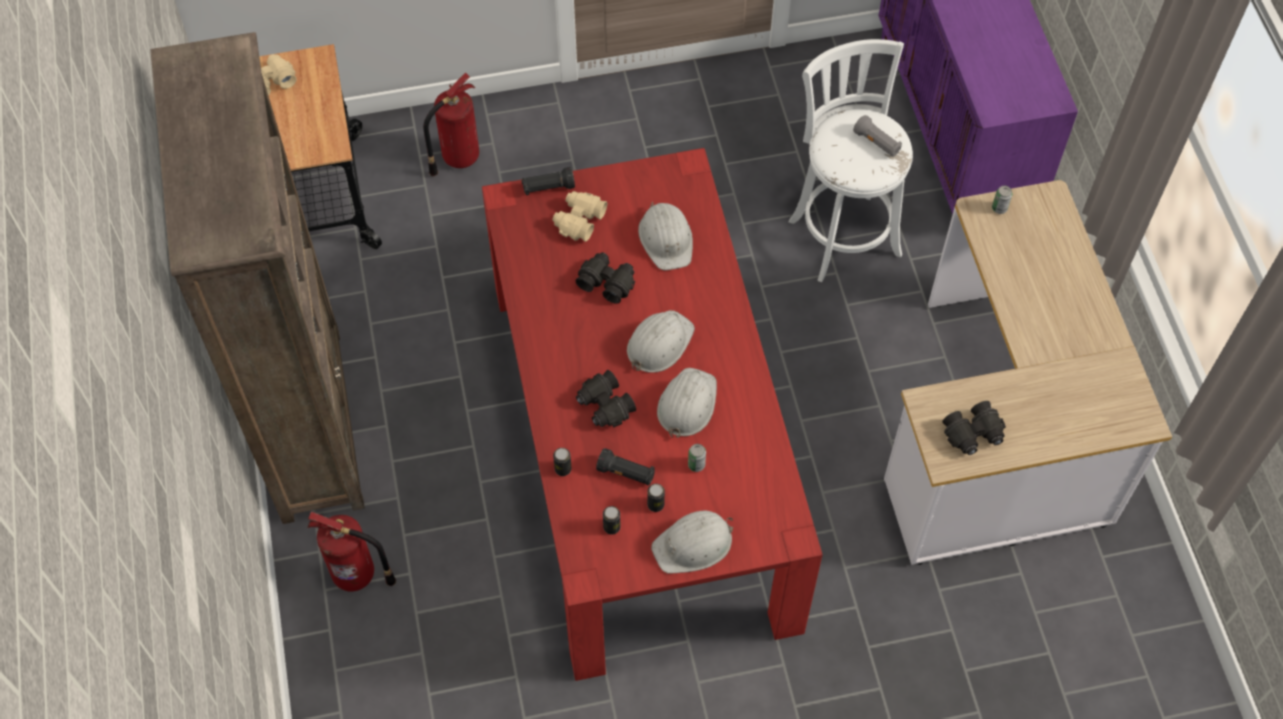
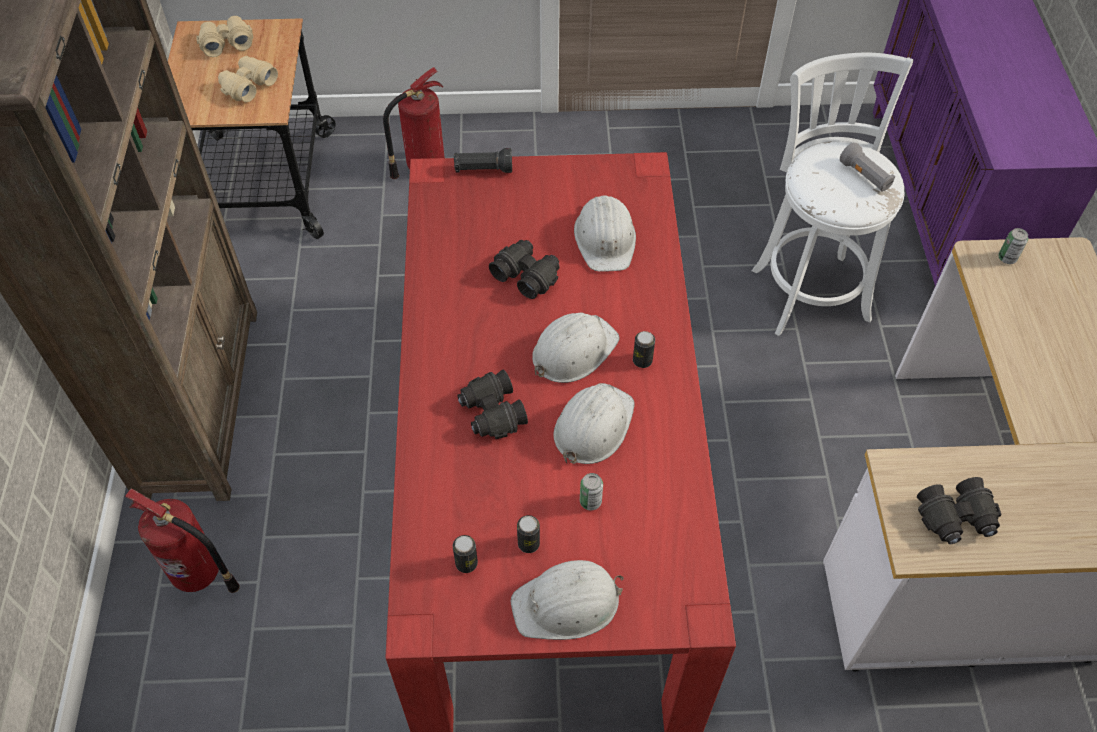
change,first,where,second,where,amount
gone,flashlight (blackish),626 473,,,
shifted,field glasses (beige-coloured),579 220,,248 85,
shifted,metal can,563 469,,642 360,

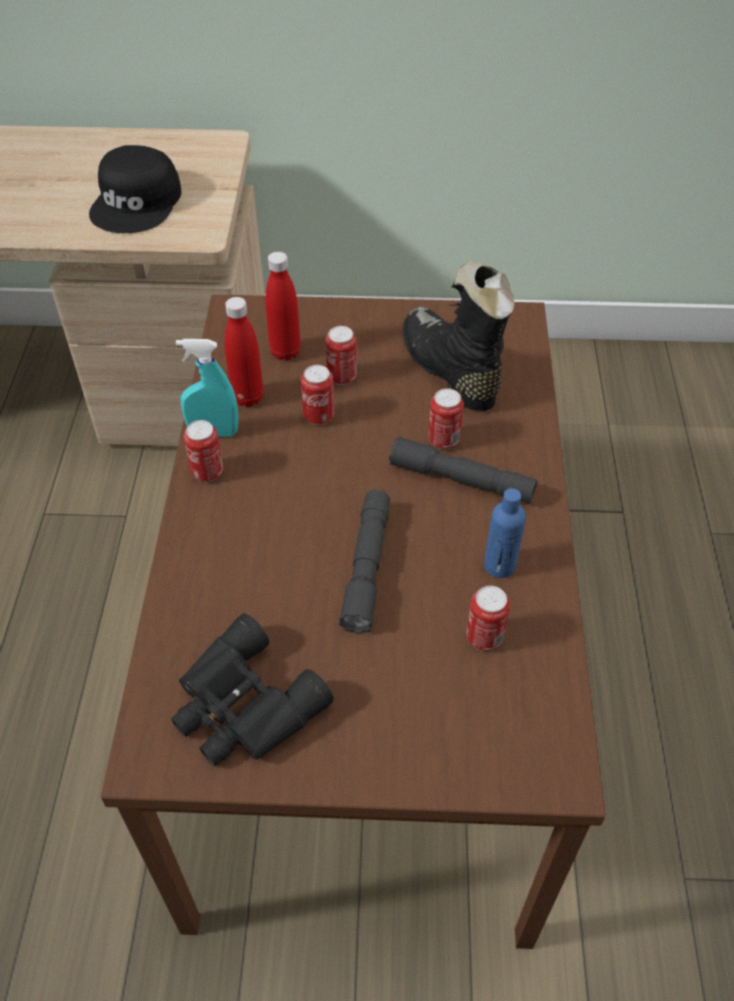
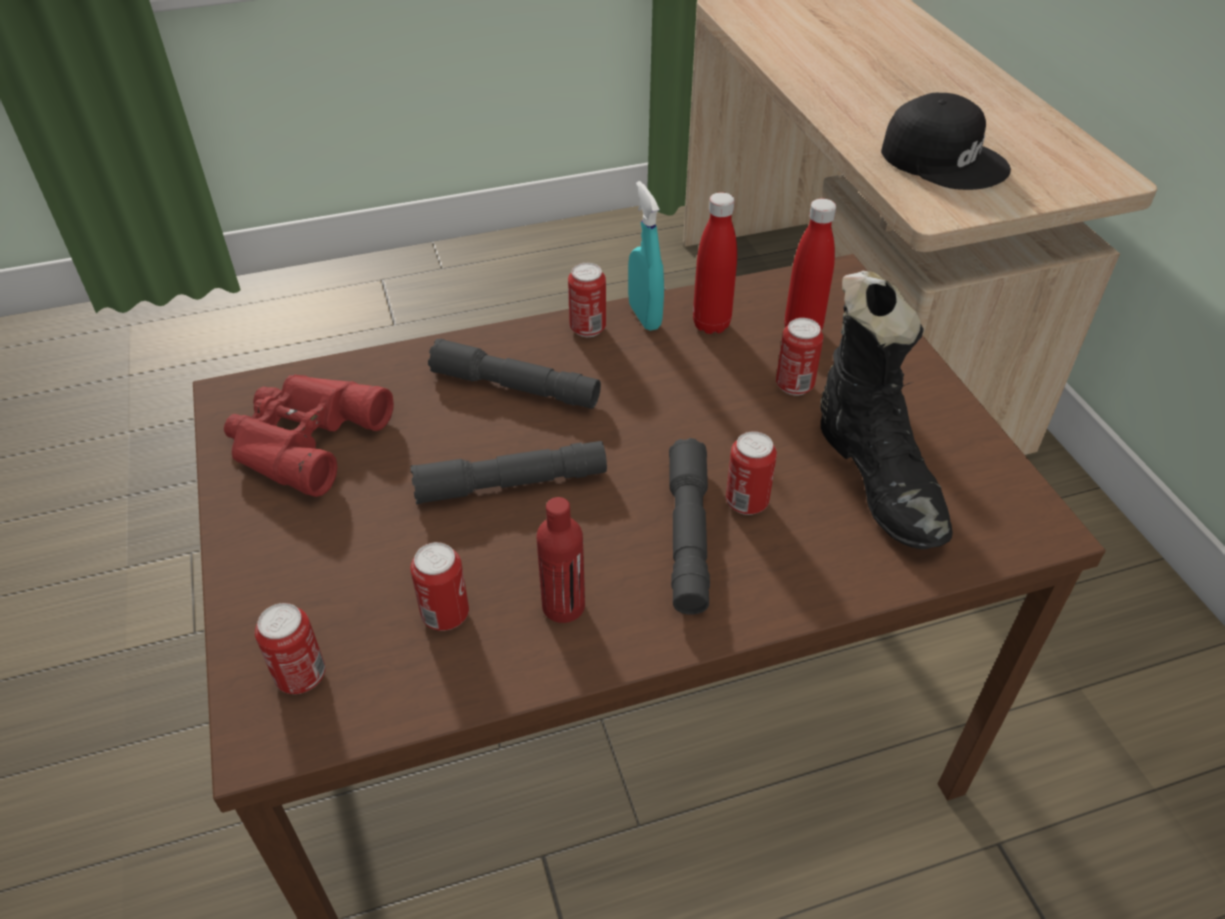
change,first,where,second,where,amount
new,,,flashlight (gray),515 387,
shifted,metal can,318 416,,301 676,
repainted,field glasses (blackish),243 707,field glasses (reddish),302 439,
repainted,drink bottle (blue-coloured),499 565,drink bottle (reddish),563 606,
rotated,cap (blackish),138 202,,944 158,135 degrees counterclockwise
rotated,tall boot (blackish),449 370,,878 478,120 degrees clockwise

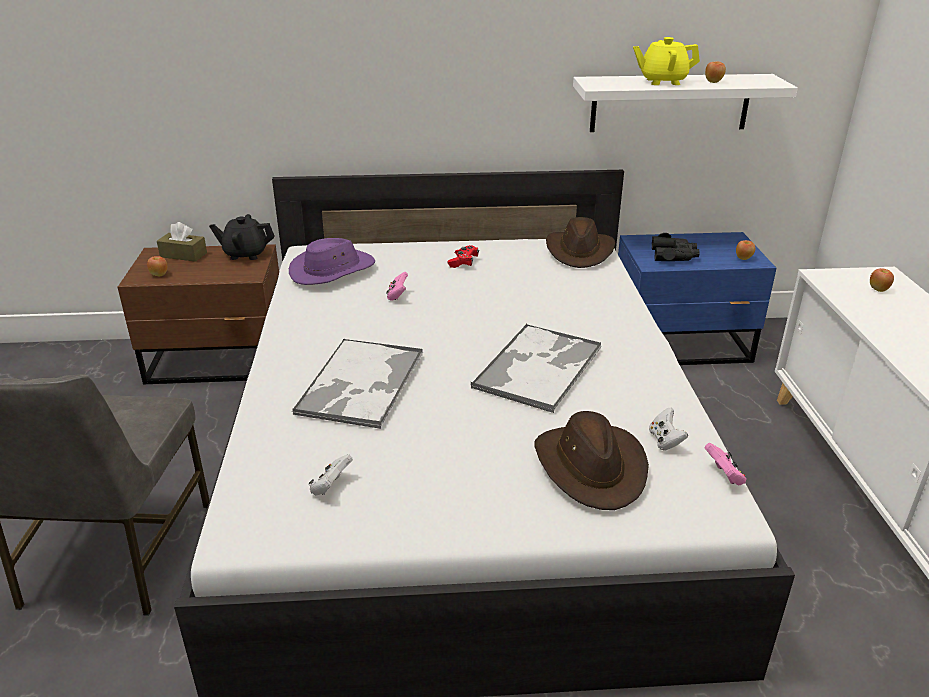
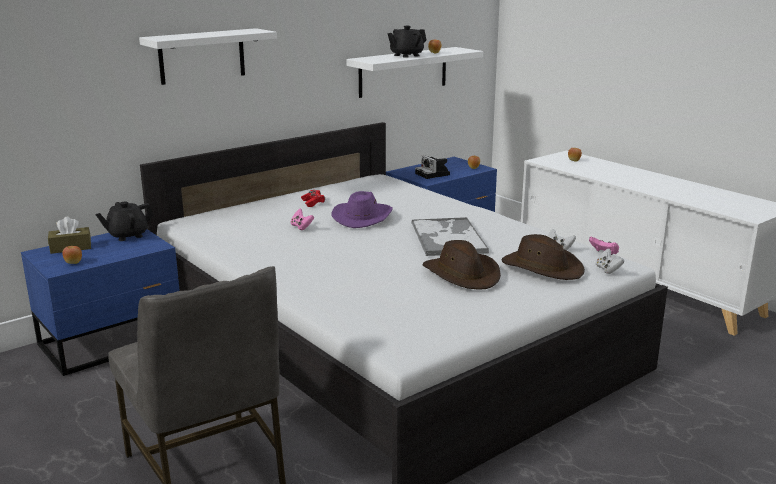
change,first,where,second,where,amount
gone,carrying tray,360 384,,,
new,,,wall shelf (white),202 56,
shifted,clothing hat (purplish),332 270,,362 217,
shifted,gamepad (white),331 487,,607 270,
shifted,clothing hat (brown),580 251,,462 274,
swapped,field glasses (blackish),674 255,photo camera,433 174,
repainted,nightstand (brown),220 361,nightstand (blue-coloured),113 342,
repainted,teapot (yellowish),662 81,teapot (blackish),406 55,

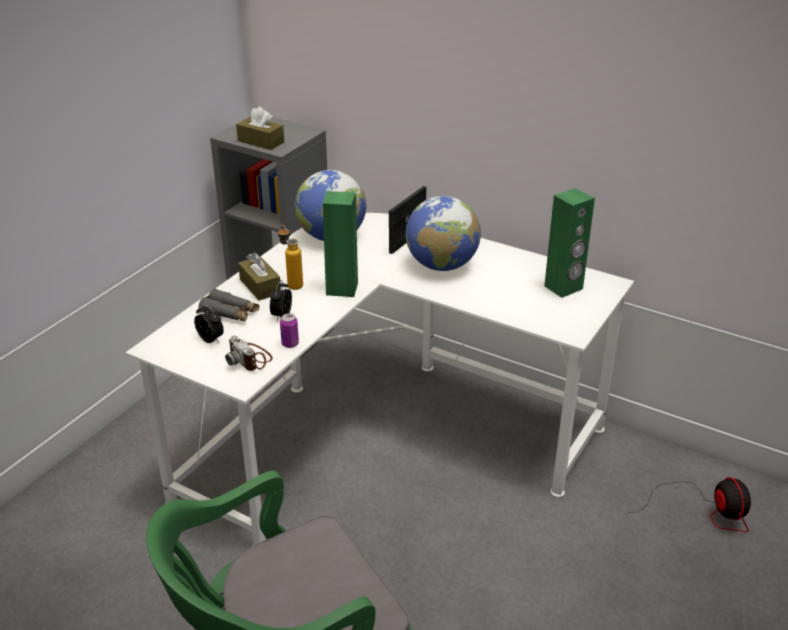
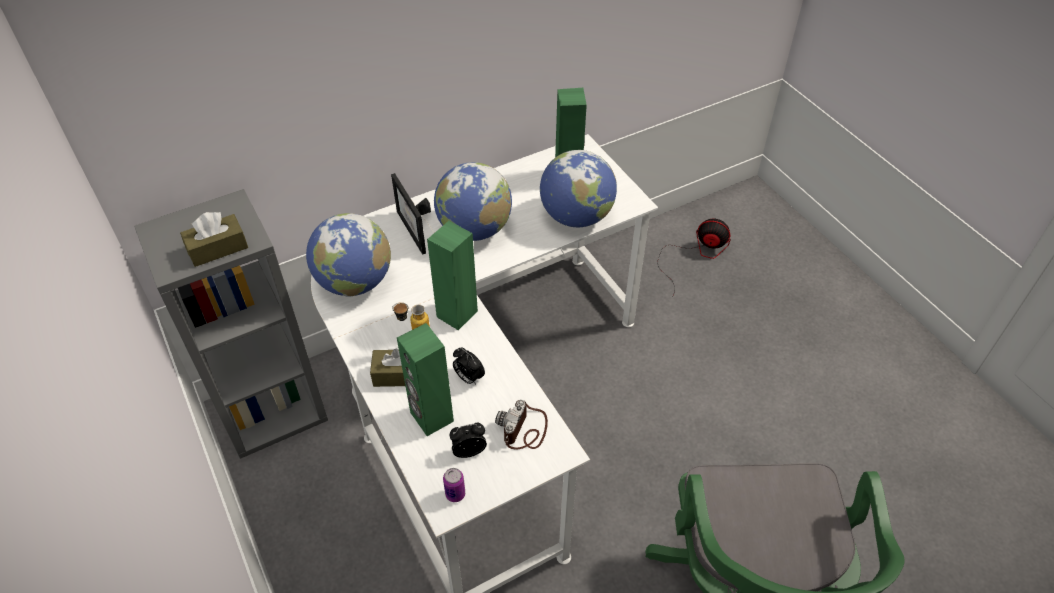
change,first,where,second,where,amount
new,,,desk globe,576 217,
shifted,metal can,290 344,,455 494,
swapped,field glasses (gray),230 313,loudspeaker (greenish),431 417,
rotated,photo camera,250 359,,524 430,120 degrees clockwise

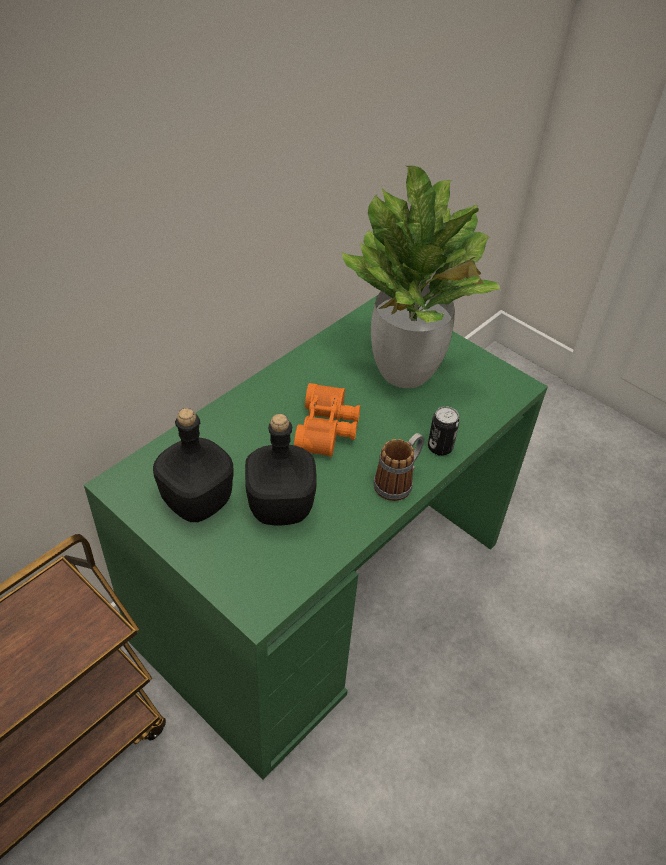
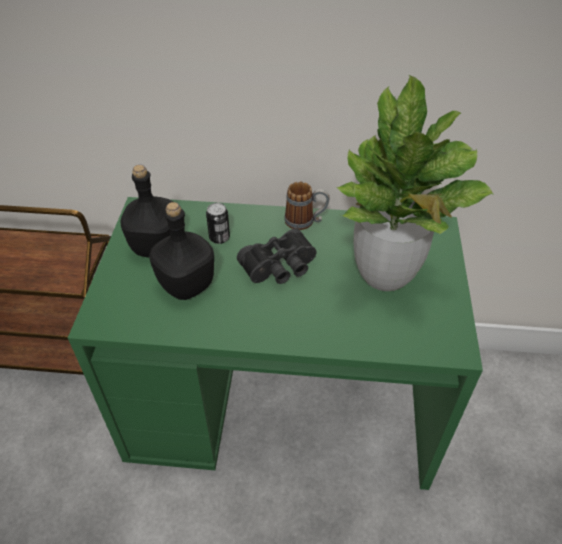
change,first,where,second,where,amount
shifted,mug,398 482,,305 221,
shifted,metal can,440 447,,219 237,
repainted,field glasses (orangey),328 429,field glasses (blackish),280 268,

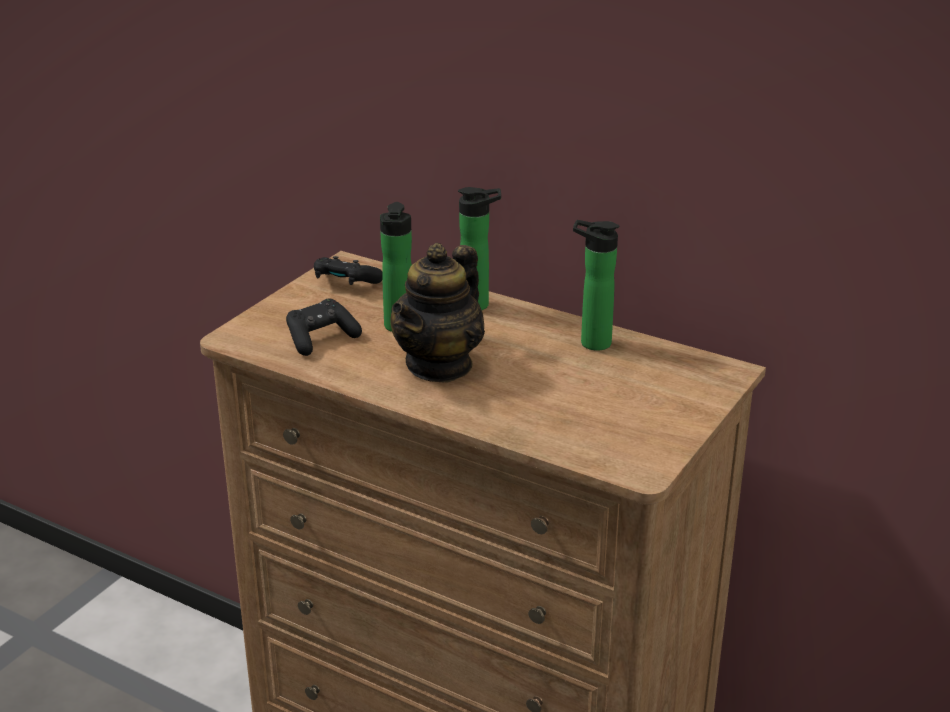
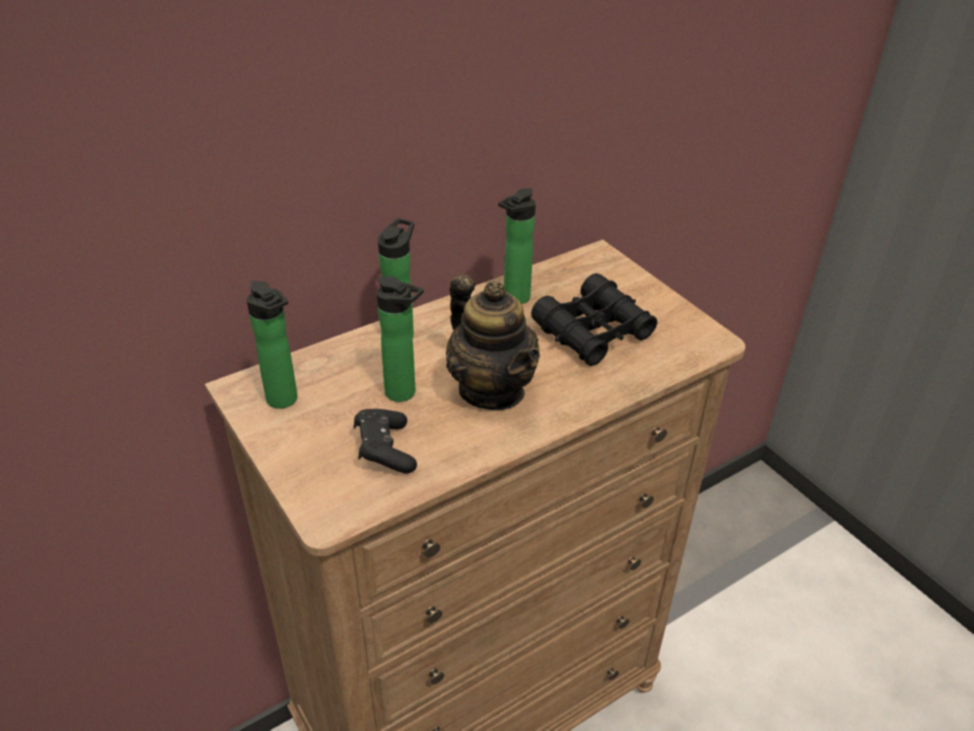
change,first,where,second,where,amount
new,,,field glasses (blackish),593 331,
swapped,gamepad (blackish),345 284,drink bottle,284 401,

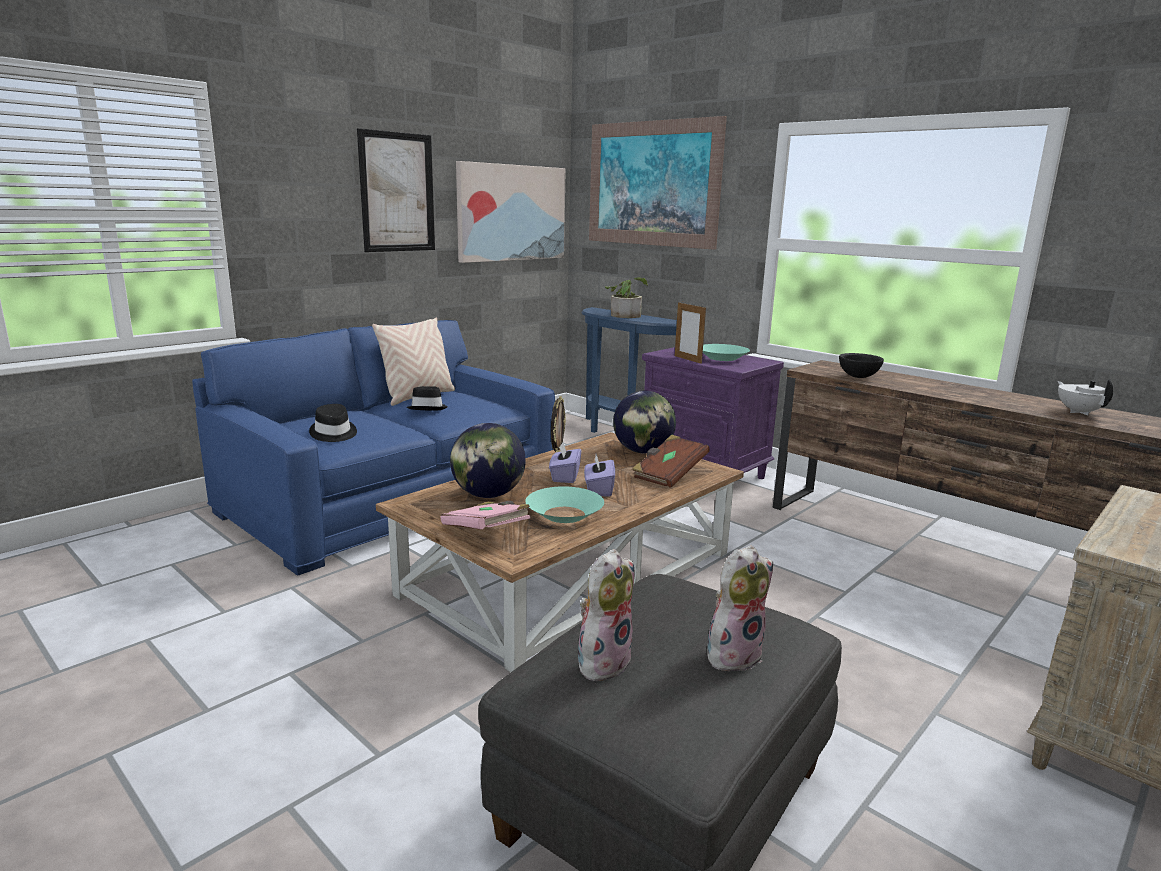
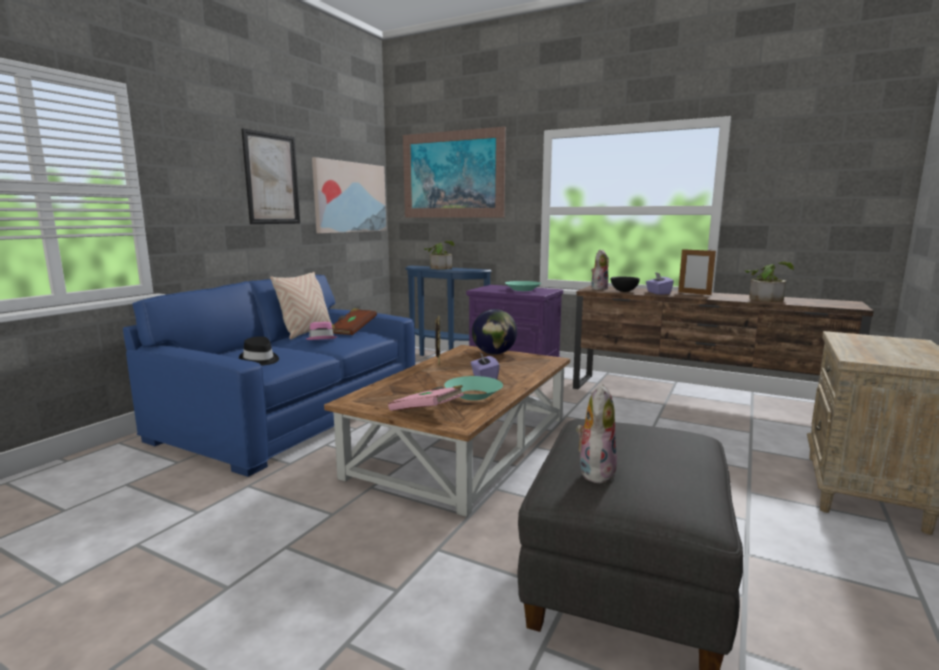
change,first,where,second,where,amount
gone,desk globe,488 495,,,
shifted,tissue box (purplish),564 476,,658 293,
shifted,volume (brown),668 475,,353 331,
shifted,picture frame,687 359,,694 293,
shifted,cuddly toy,733 654,,599 289,
swapped,teapot (white),1079 412,plant in a pot,766 299,
repainted,clothing hat (blackish),428 408,clothing hat (pink-coloured),321 338,

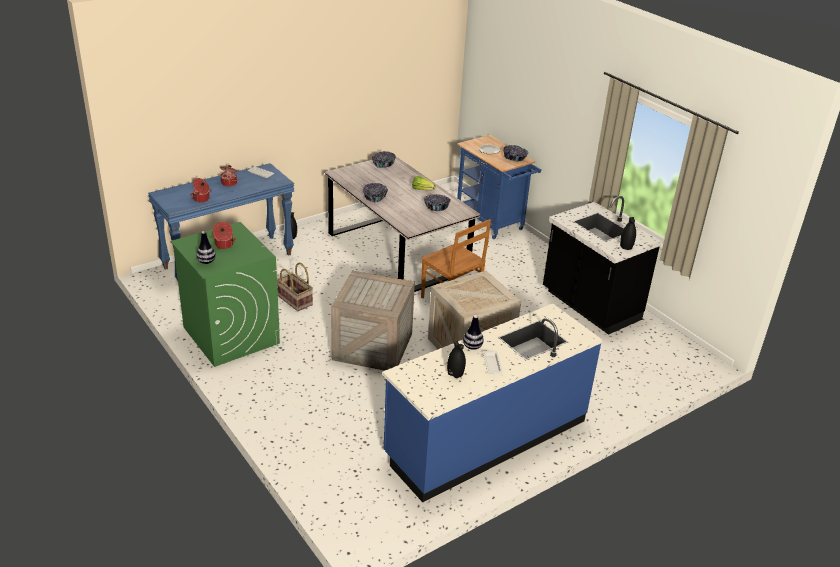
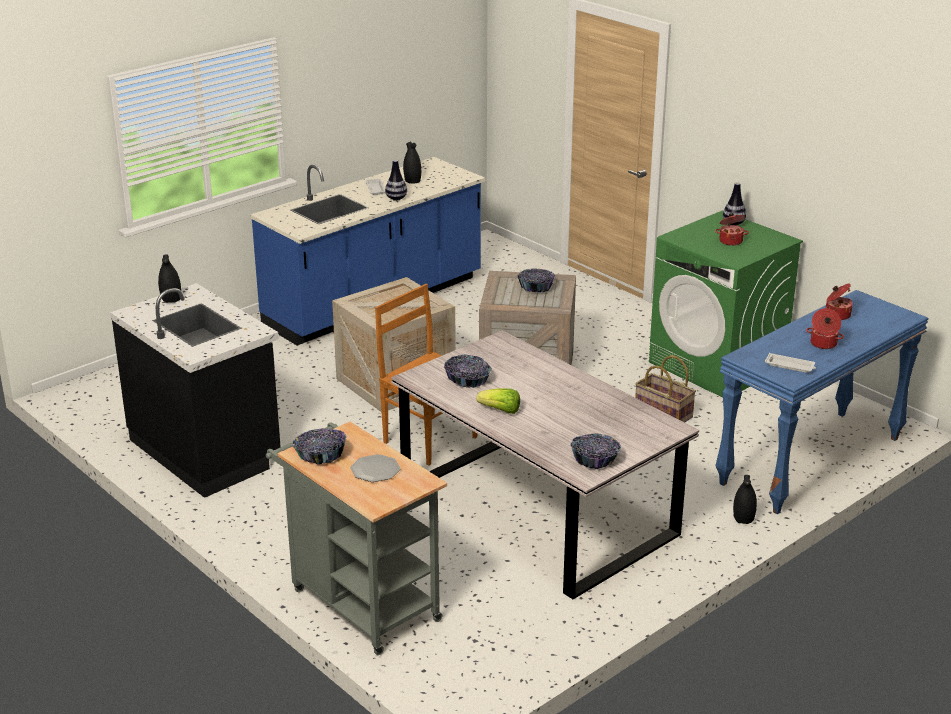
change,first,where,second,where,amount
shifted,serving bowl,374 197,,536 287,
repainted,wheeled cart (blue-coloured),492 223,wheeled cart (gray),359 601,

